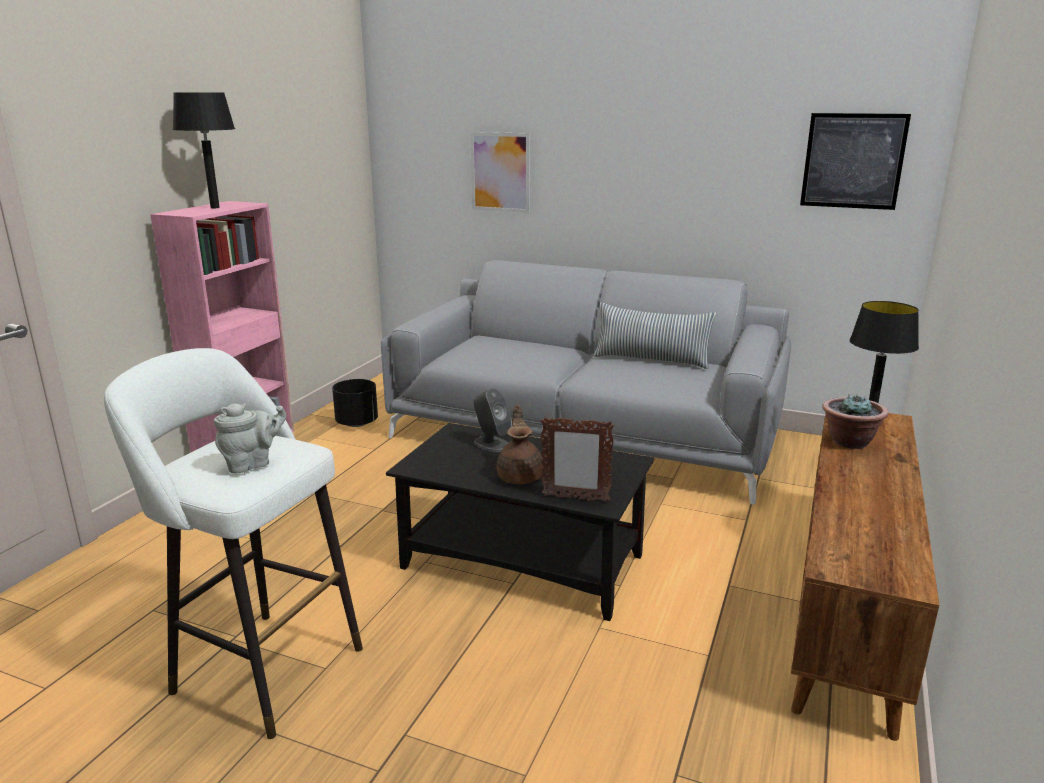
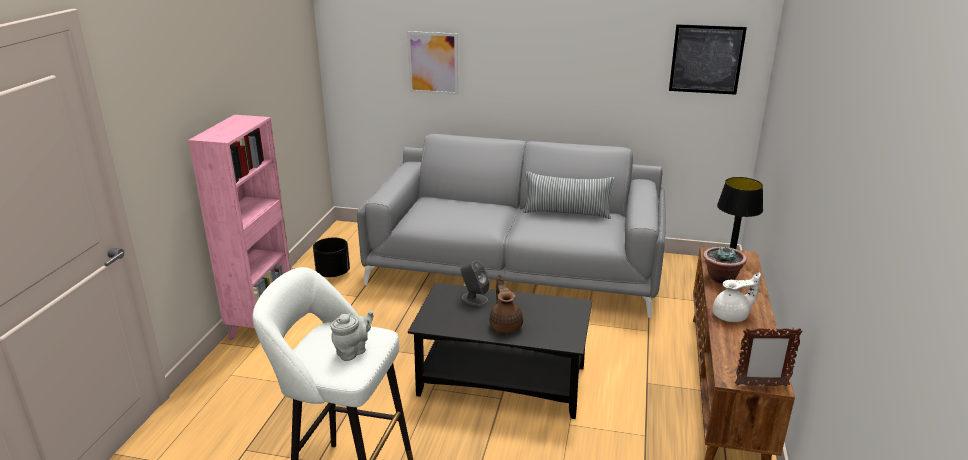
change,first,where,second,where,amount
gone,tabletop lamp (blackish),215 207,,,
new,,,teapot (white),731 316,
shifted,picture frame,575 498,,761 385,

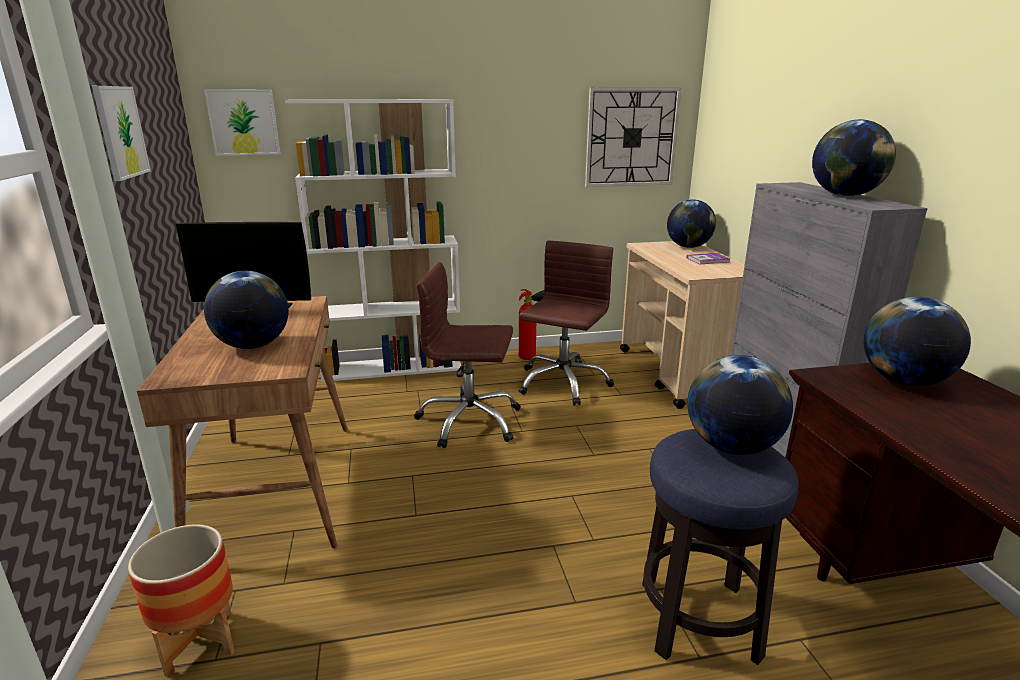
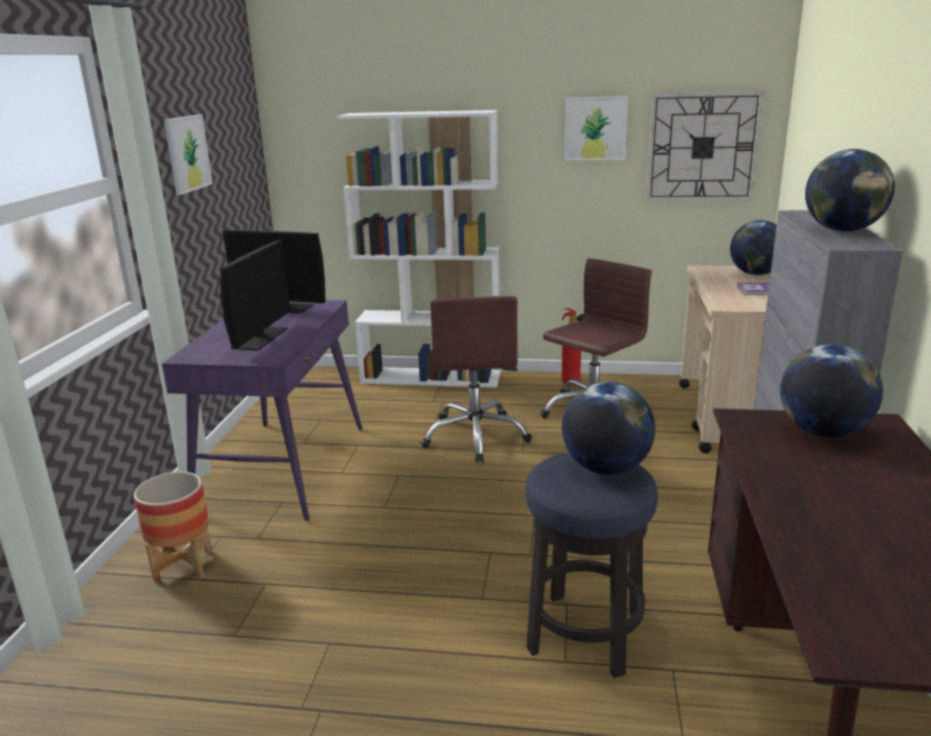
change,first,where,second,where,amount
shifted,wall picture,244 122,,595 128,
swapped,desk globe,253 346,computer display,260 338,
repainted,desk (brown),276 487,desk (purplish),283 467,
rotated,desk chair (brown),469 421,,476 436,120 degrees counterclockwise

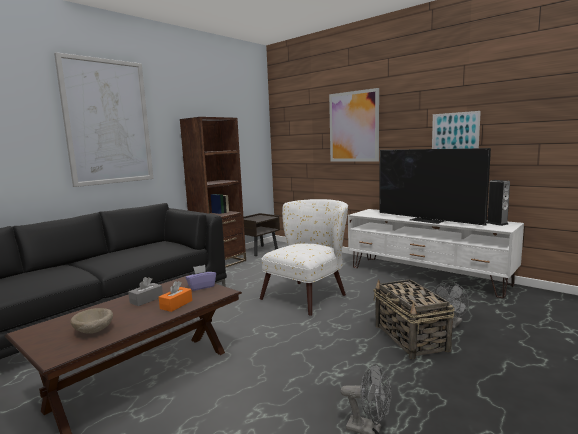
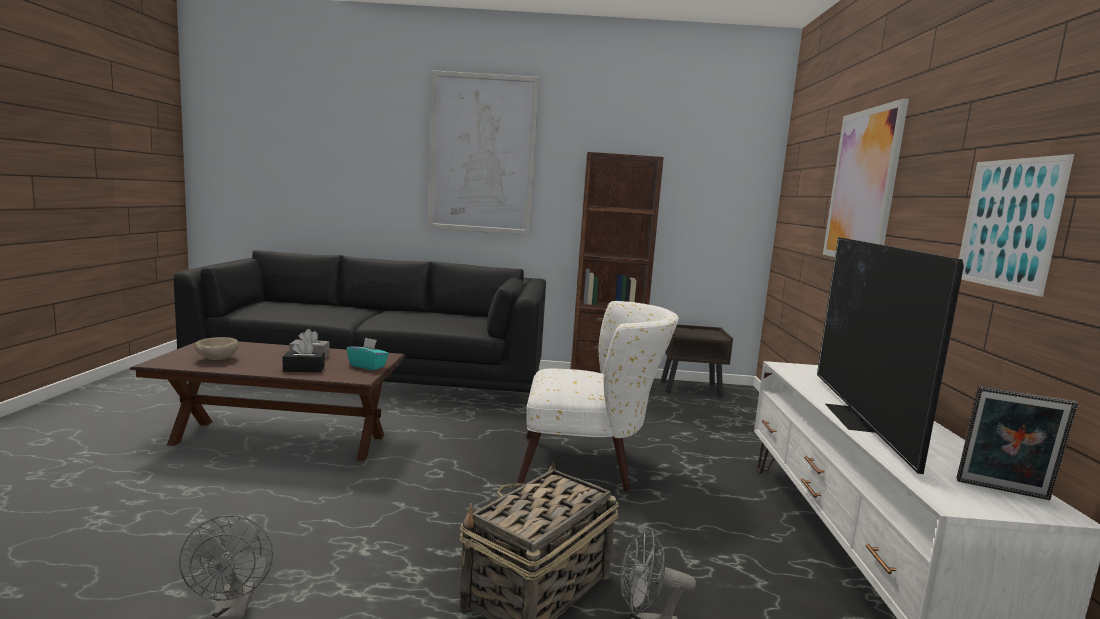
change,first,where,second,where,amount
swapped,loudspeaker,497 223,picture frame,1003 491,
repainted,tissue box (orangey),176 305,tissue box (blackish),304 369,
repainted,tissue box (purplish),201 287,tissue box (turquoise),368 366,

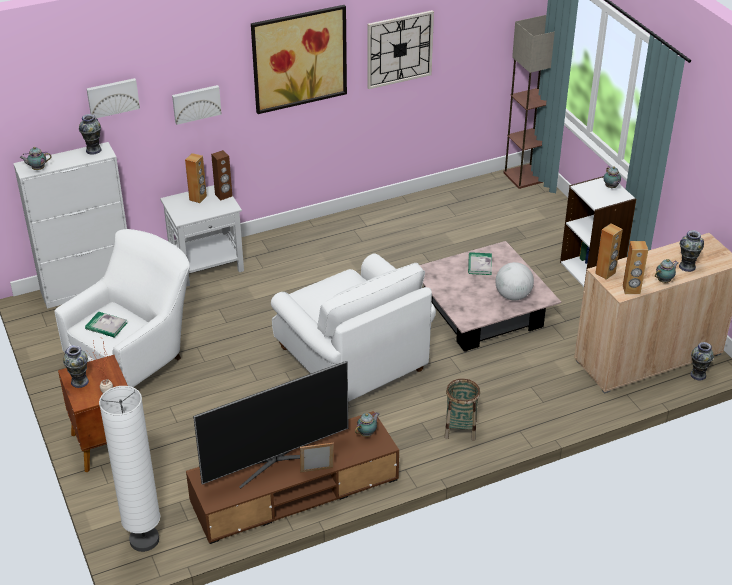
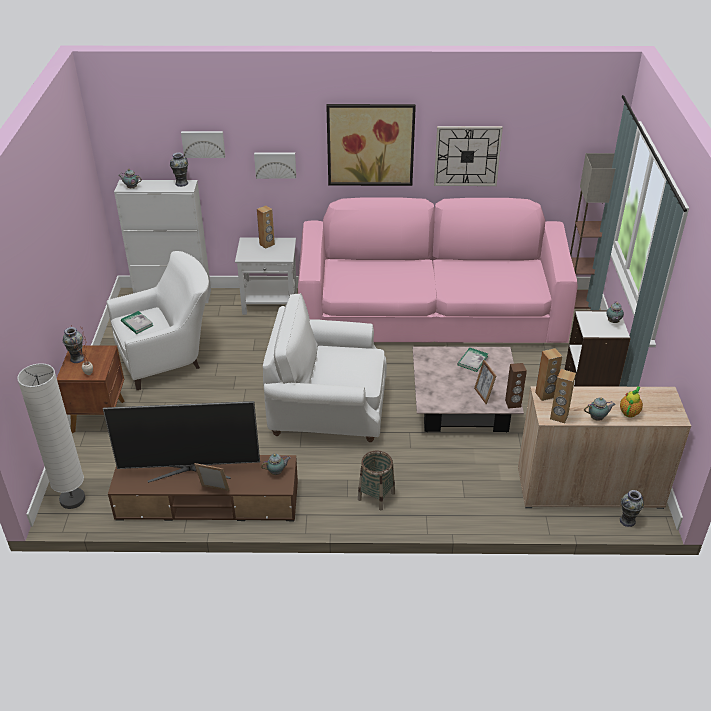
change,first,where,second,where,amount
new,,,settee (pink-coloured),432 318,
shifted,loudspeaker (brown),223 195,,513 404,
swapped,desk globe,513 296,picture frame,483 395,
swapped,decorative vase,687 266,teapot,629 412,
rotated,lounge chair (white),352 360,,327 409,105 degrees clockwise

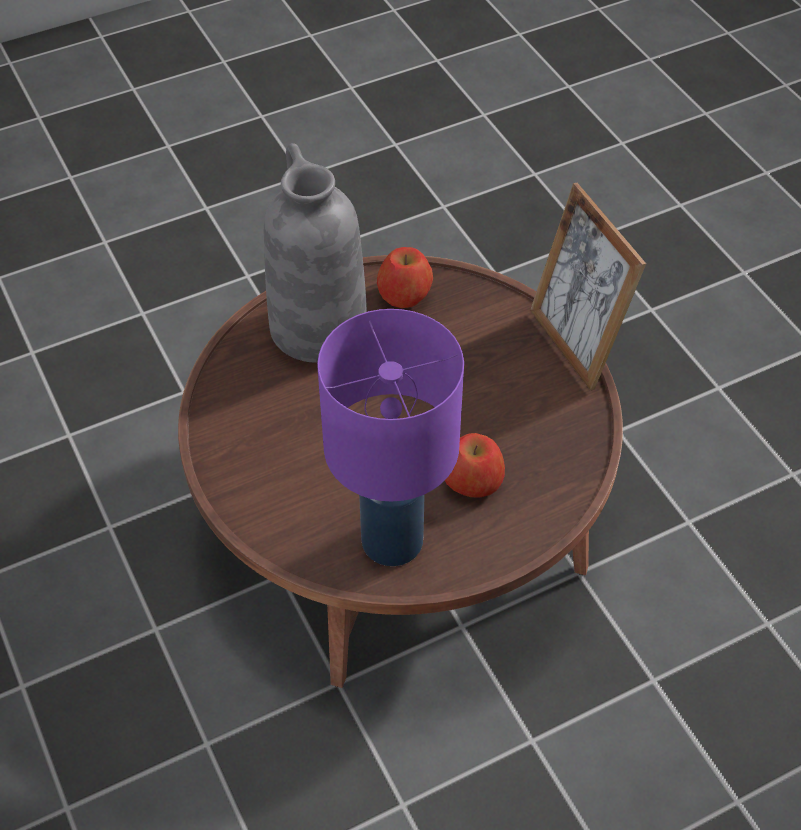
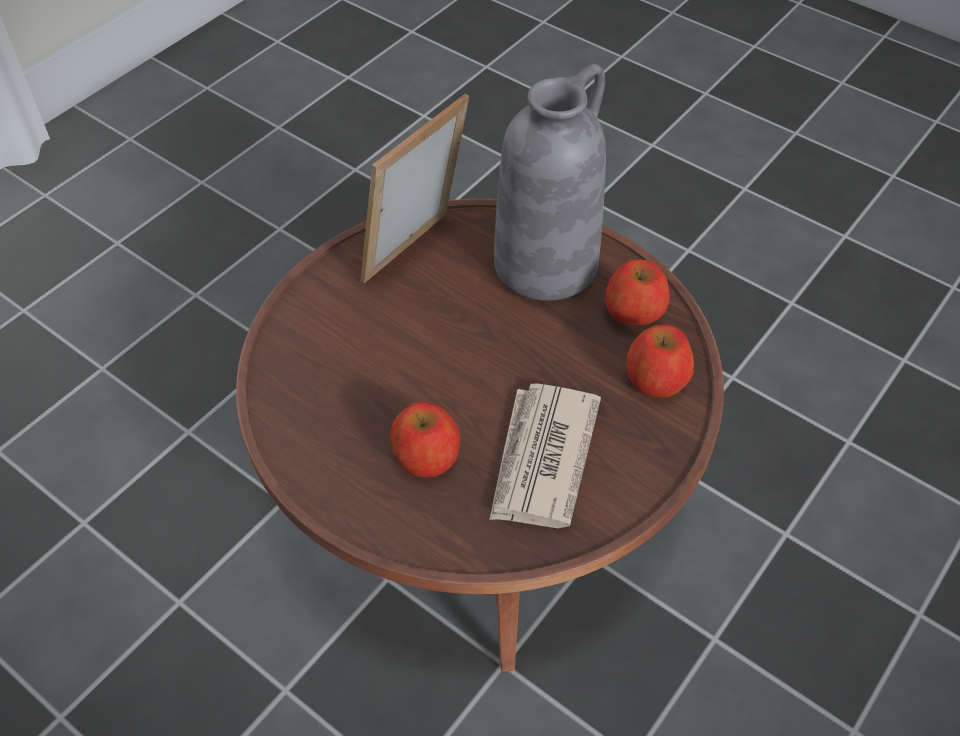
change,first,where,second,where,amount
gone,tabletop lamp (purplish),393 539,,,
new,,,newspaper,541 459,
new,,,apple,657 377,
shifted,picture frame,575 344,,416 255,

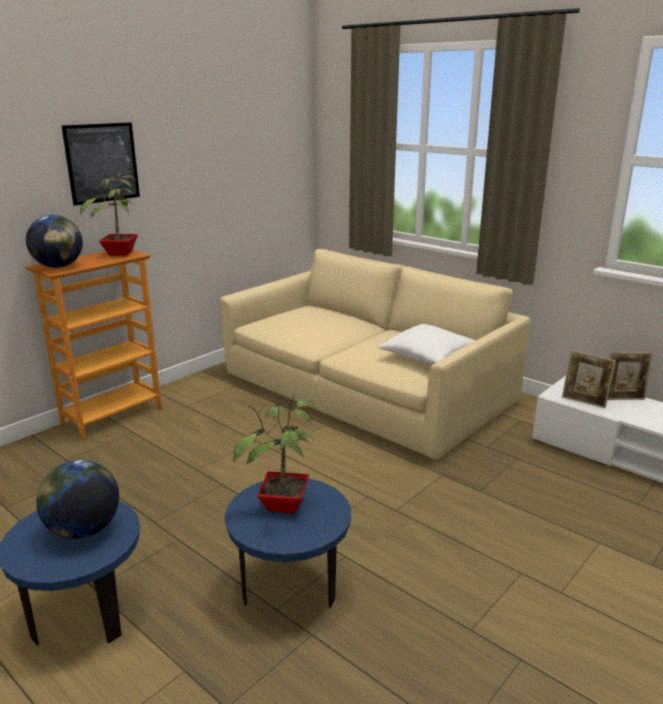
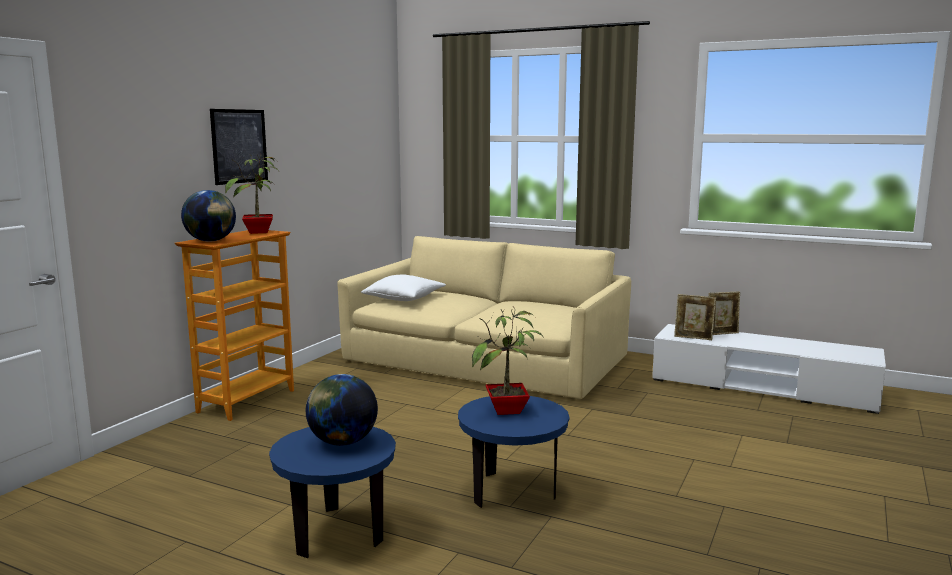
change,first,where,second,where,amount
shifted,cushion (white),429 357,,404 298,

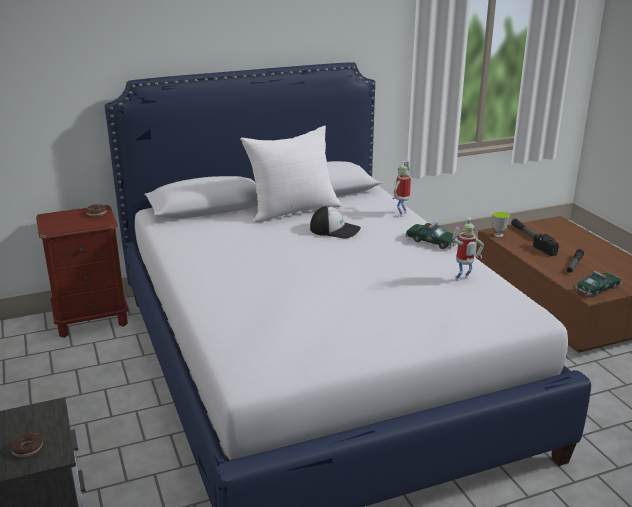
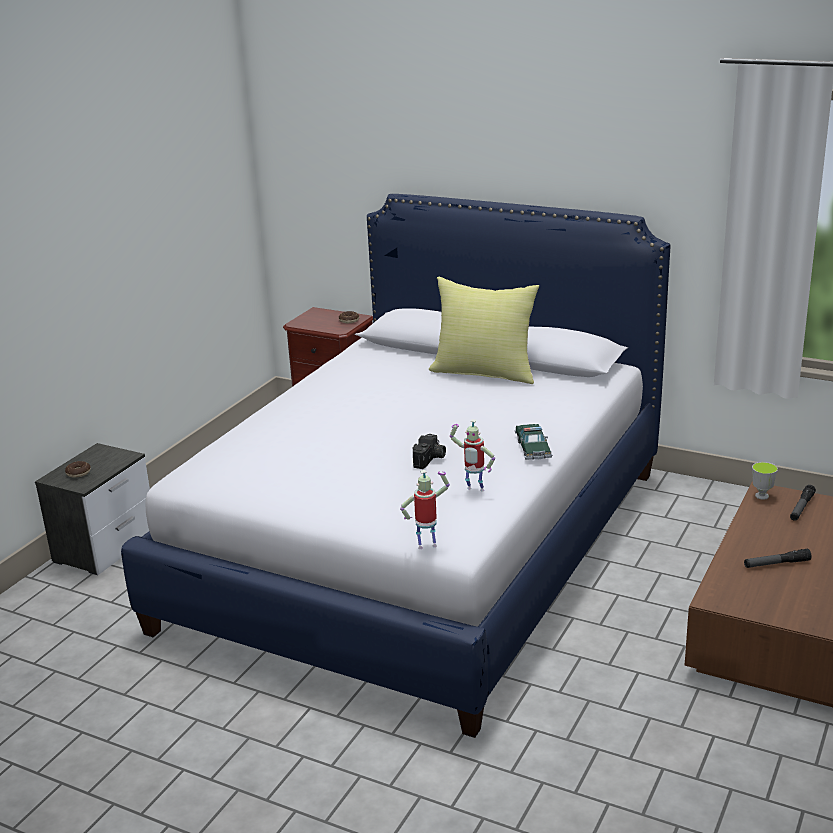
change,first,where,second,where,amount
gone,cap,335 229,,,
gone,model car,597 289,,,
shifted,robot figure,401 214,,427 545,
shifted,photo camera,547 249,,430 460,
repainted,cushion (white),293 210,cushion (yellowish),485 372,

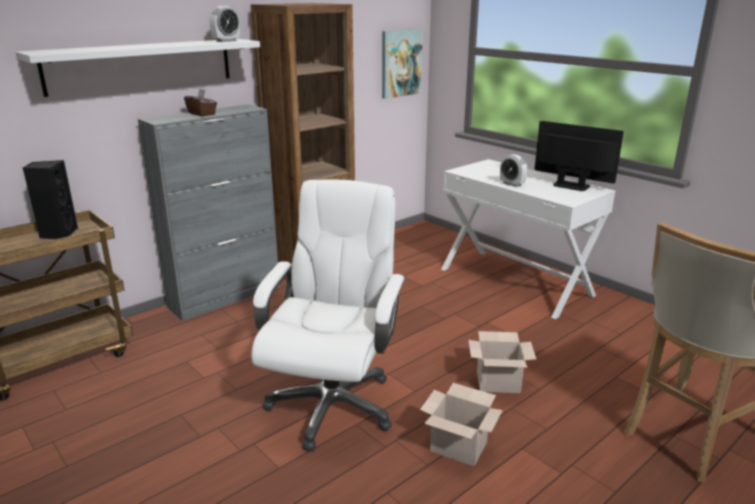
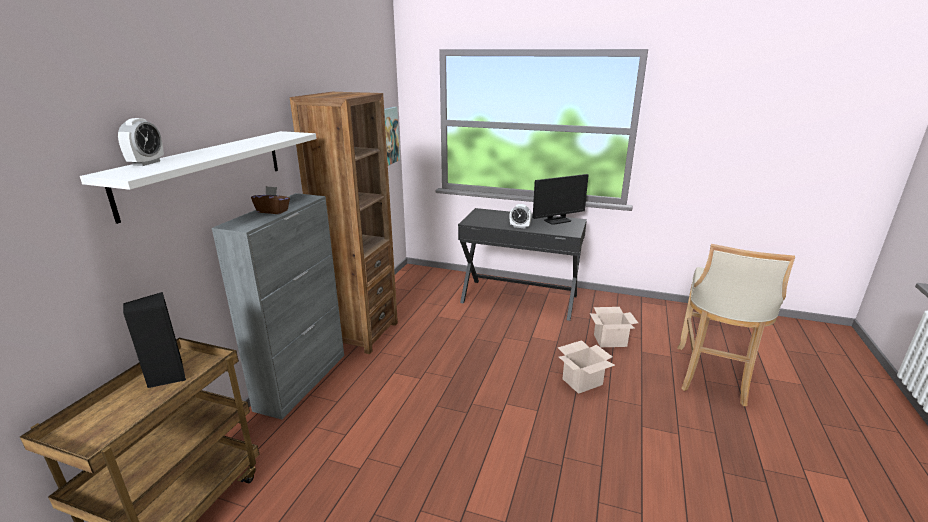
change,first,where,second,where,amount
gone,desk chair (white),332 404,,,
shifted,alarm clock,226 41,,146 163,
shifted,cardboard box,460 446,,610 340,
repainted,desk (white),515 281,desk (blackish),519 298,
rotated,computer display,571 186,,557 220,150 degrees clockwise

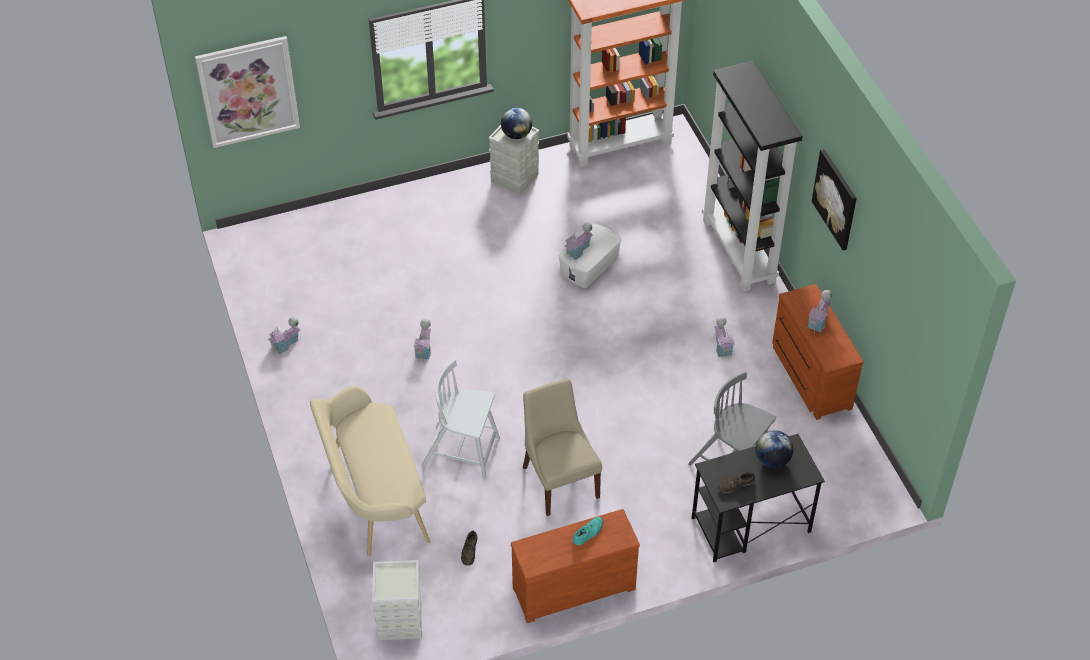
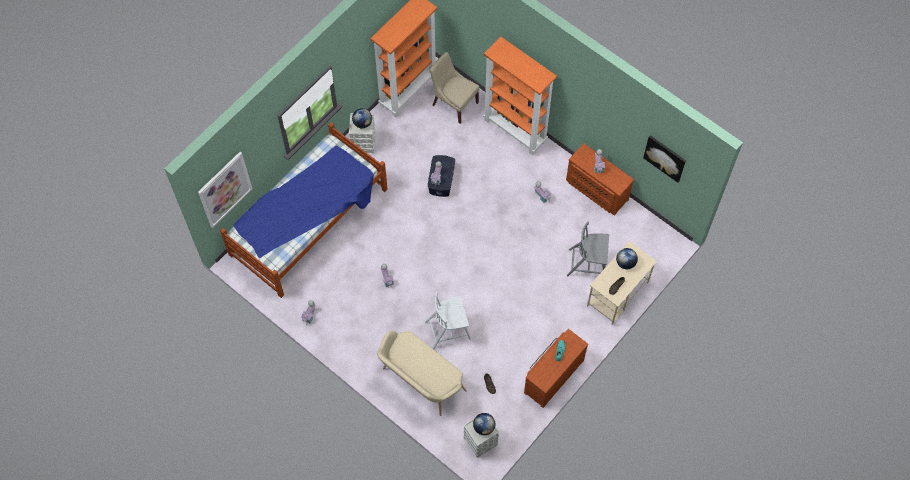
change,first,where,second,where,amount
new,,,bed,309 222,
new,,,desk globe,484 427,
shifted,plain chair (beige-coloured),559 479,,454 103,
shifted,wall picture,836 199,,665 158,
repainted,storage bin (white),590 265,storage bin (blue-coloured),441 180,
repainted,desk (blackish),750 525,desk (beige-coloured),617 294,
repainted,bookshelf (blackish),739 251,bookshelf (orangey),515 130,

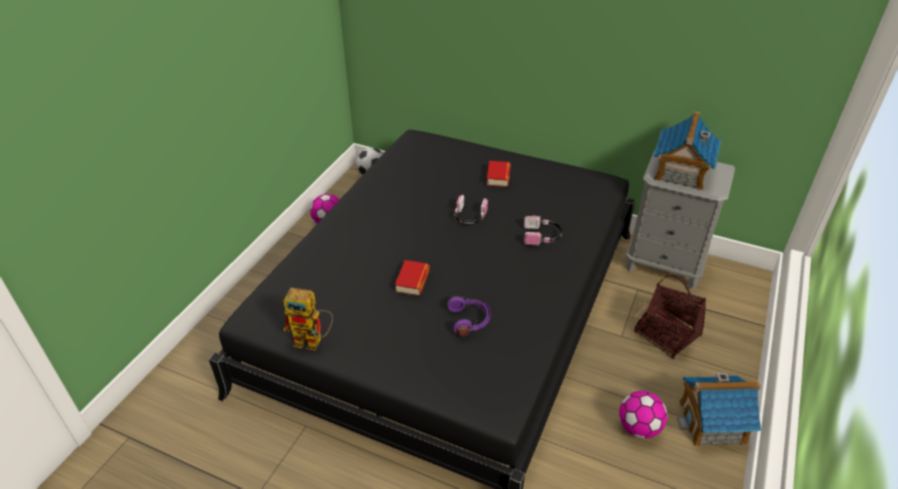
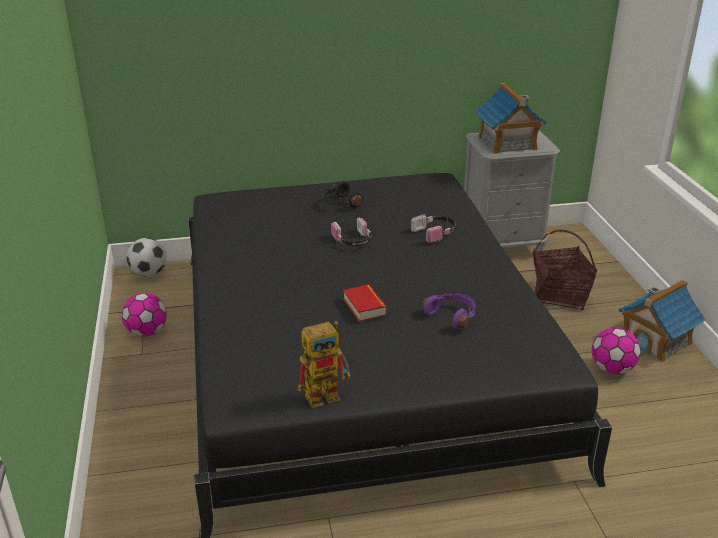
change,first,where,second,where,amount
swapped,volume,498 177,headset (blackish),340 203,

